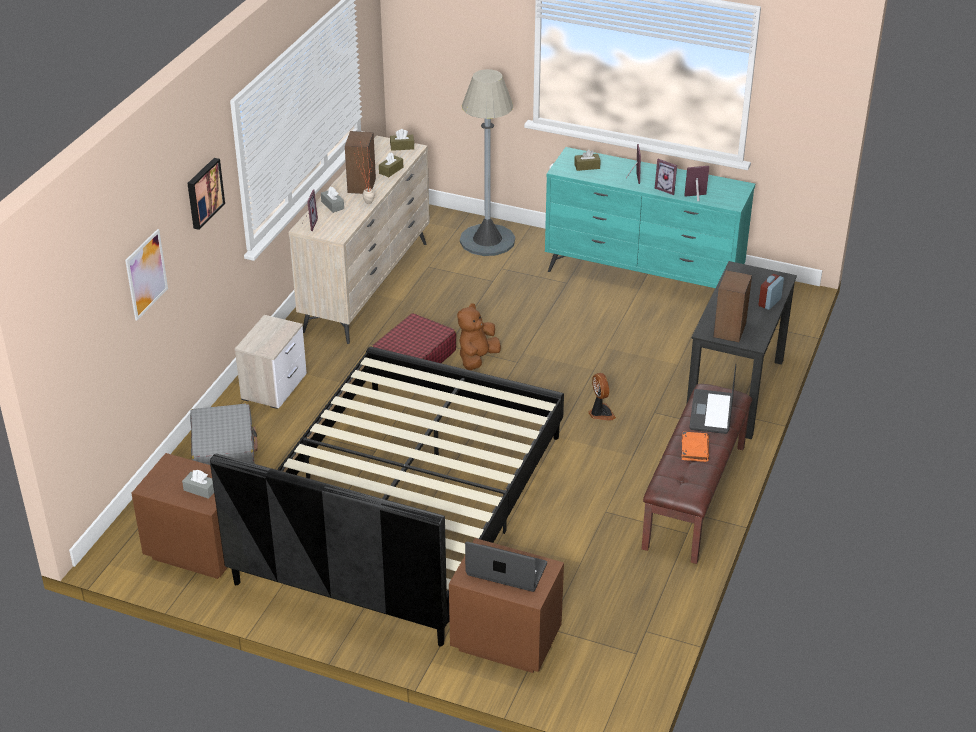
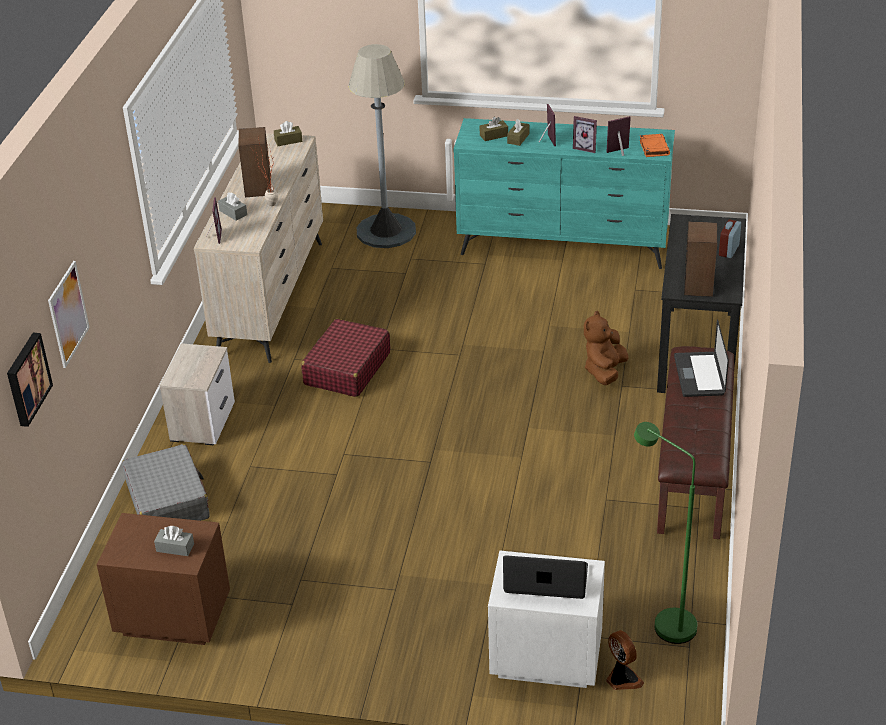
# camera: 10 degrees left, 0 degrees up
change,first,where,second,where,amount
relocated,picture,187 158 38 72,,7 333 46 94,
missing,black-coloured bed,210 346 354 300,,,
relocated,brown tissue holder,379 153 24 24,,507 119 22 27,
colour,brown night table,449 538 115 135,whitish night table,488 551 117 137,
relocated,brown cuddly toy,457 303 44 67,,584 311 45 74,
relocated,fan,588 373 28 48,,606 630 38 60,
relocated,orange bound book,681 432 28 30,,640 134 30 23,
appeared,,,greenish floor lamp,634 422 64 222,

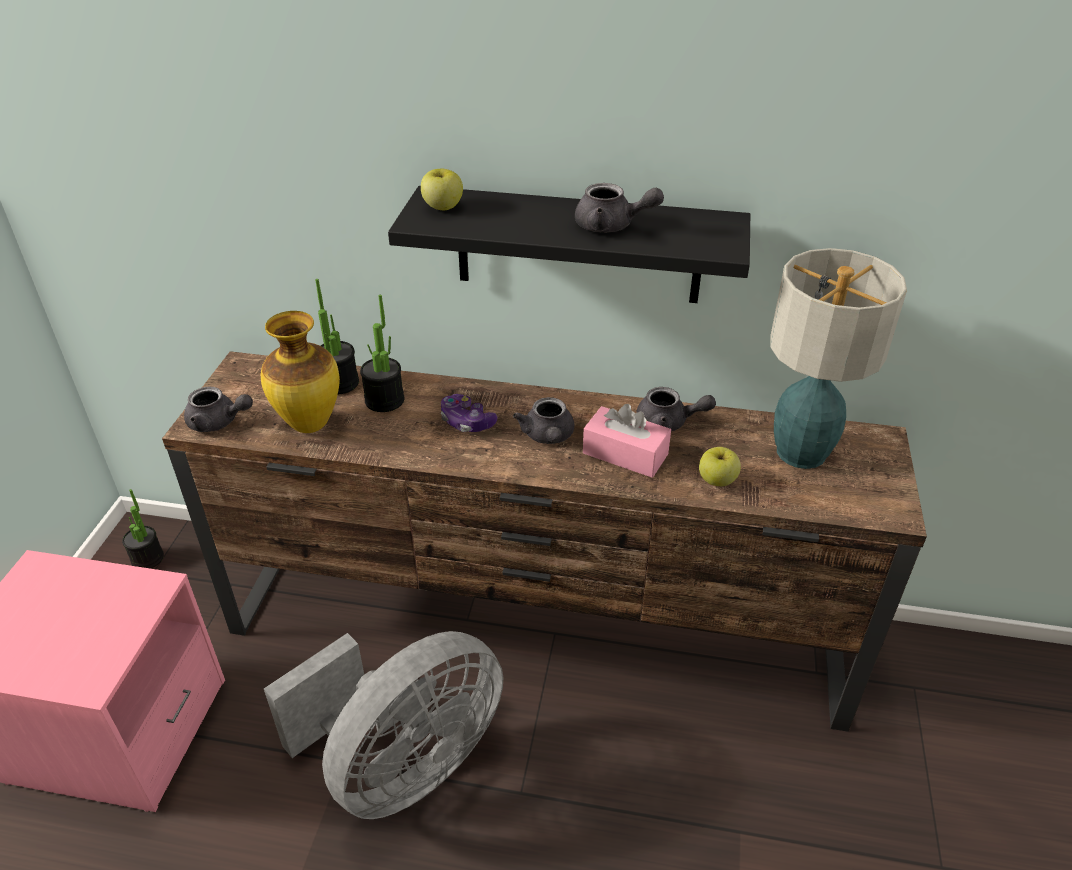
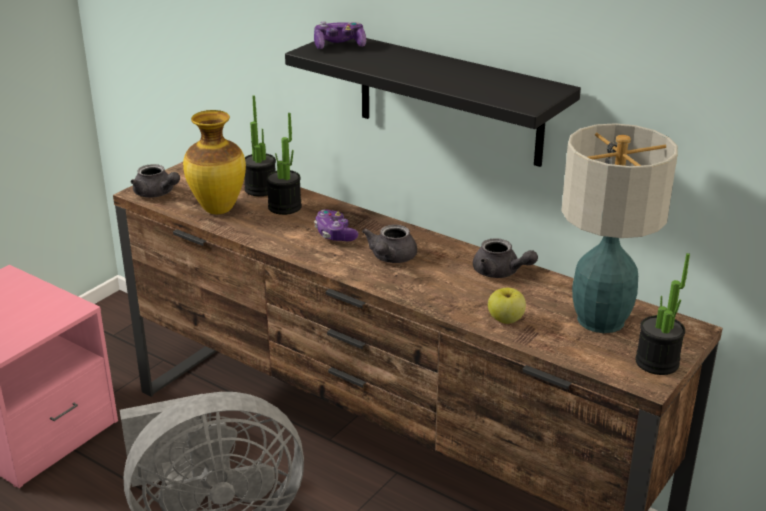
# camera: 25 degrees right, 10 degrees down
change,first,where,second,where,amount
relocated,houseplant,122 489 42 80,,635 253 55 122,
exchanged,whole apple,421 169 42 41,gamepad,314 21 52 28,
missing,greyish teapot,575 183 89 49,,,
missing,pinkish tissue holder,583 404 88 74,,,

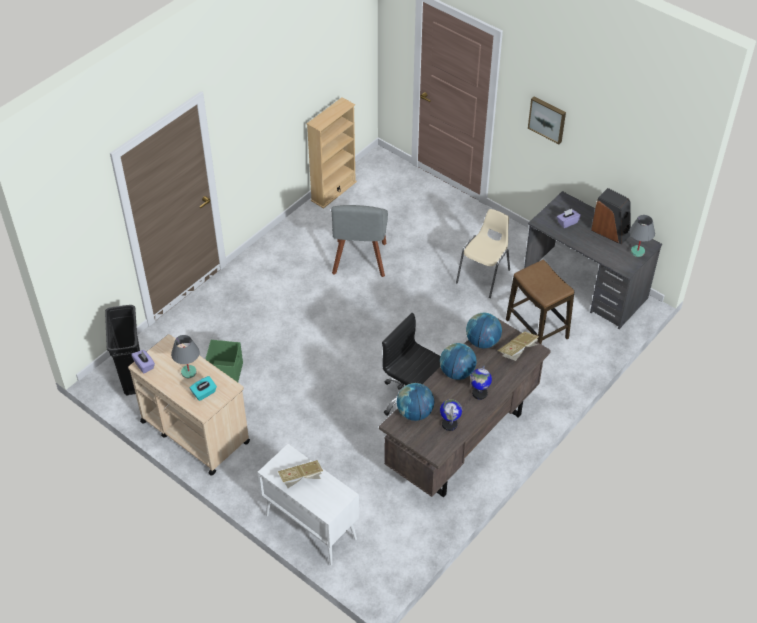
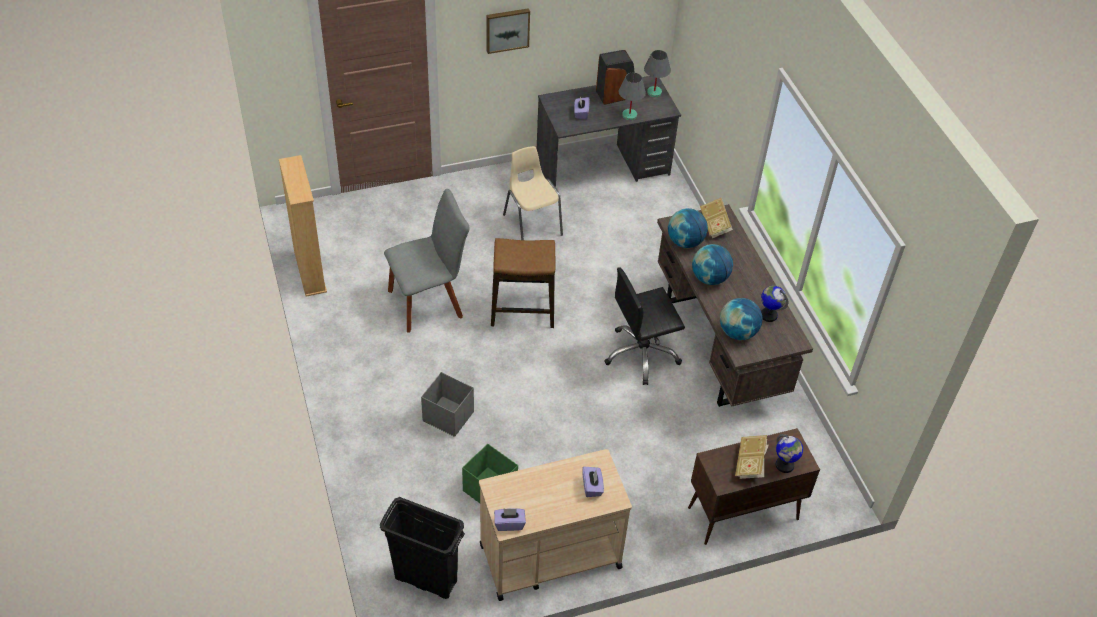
# camera: 60 degrees left, 0 degrees up
change,first,where,second,where,amount
relocated,greyish table lamp,171 335 28 43,,619 72 27 48,
colour,turquoise-coloured tissue holder,190 376 27 25,purple-coloured tissue holder,582 466 22 31,
colour,whitish storage cabinet,257 444 102 121,brown storage cabinet,688 428 132 117,
spun,greyish plain chair,331 205 57 72,,384 189 86 144,60 degrees counterclockwise
relocated,desk globe,470 365 22 35,,776 434 27 39,
relocated,stool,506 260 68 84,,491 238 64 90,
appeared,,,greyish storage container,421 372 53 65,

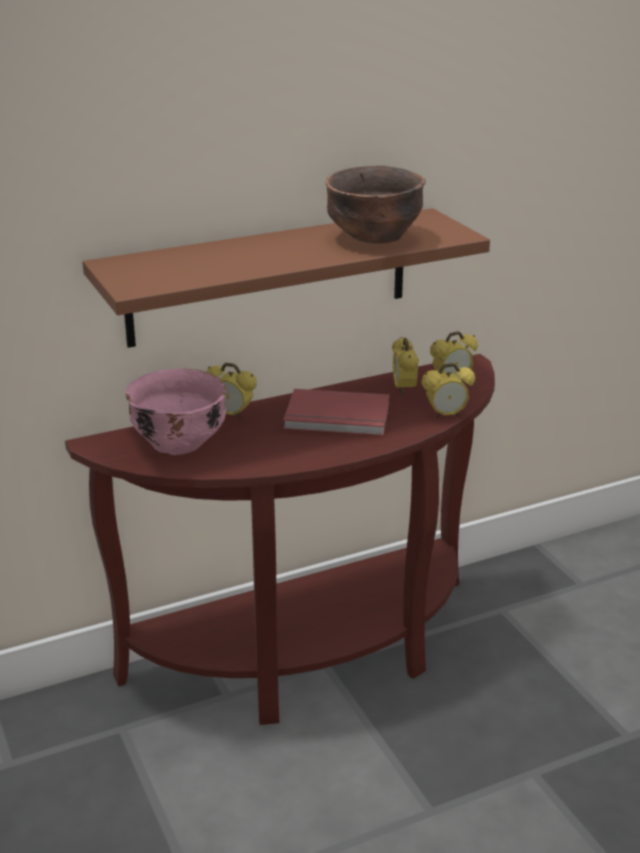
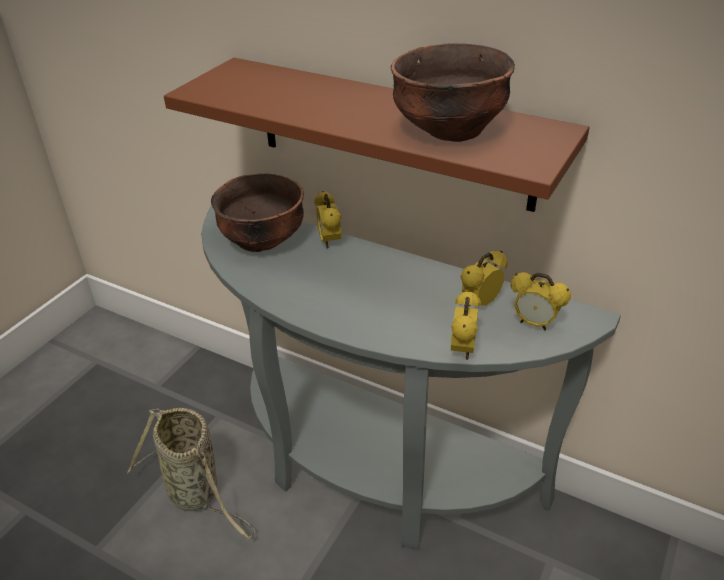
# camera: 55 degrees right, 10 degrees up
change,first,where,second,where,amount
colour,brown hall table,65 354 430 371,greyish hall table,201 206 420 344,
colour,pinkish serving bowl,126 368 101 87,brown serving bowl,211 173 93 79,
missing,red-coloured bound book,283 389 106 47,,,
spun,bedside clock,422 363 53 56,,451 290 30 70,120 degrees counterclockwise
appeared,,,basket,128 408 127 131,

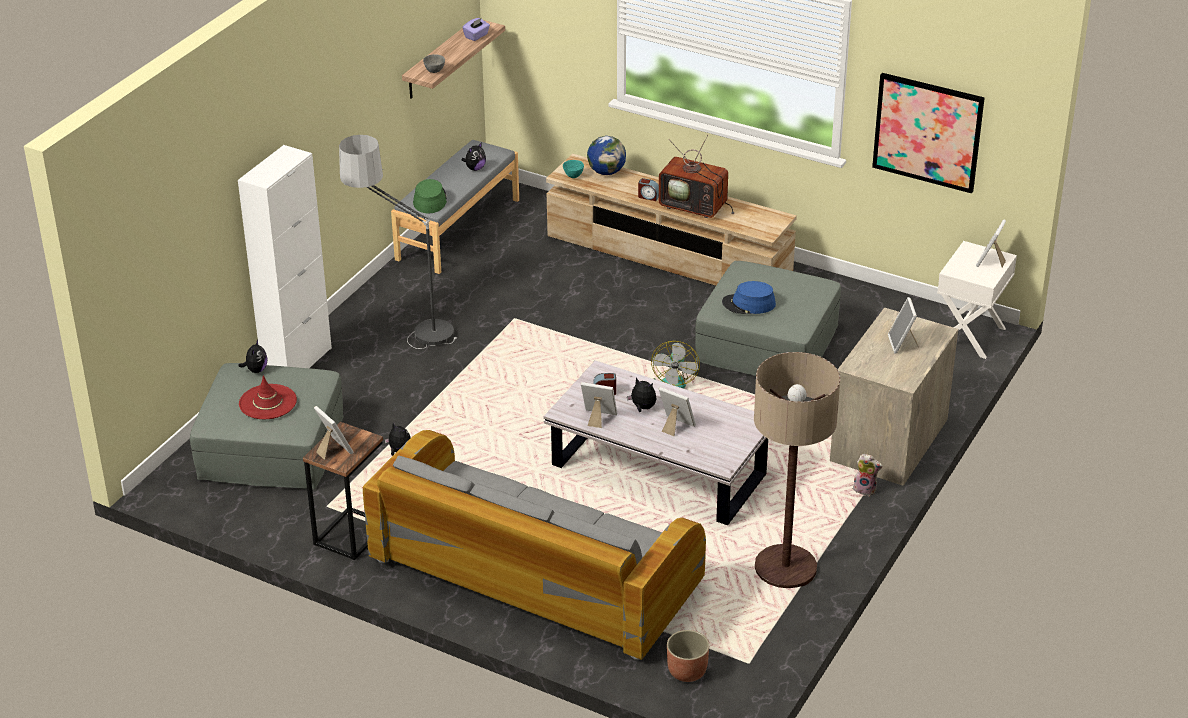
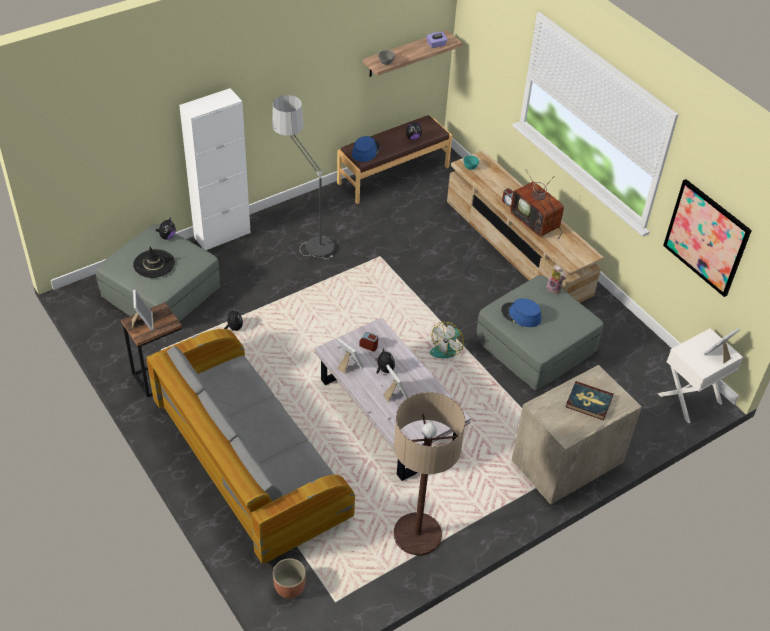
# camera: 25 degrees right, 10 degrees up
change,first,where,second,where,amount
colour,red-coloured wearable hat,239 375 58 44,black-coloured wearable hat,133 247 42 31,
colour,greyish bench,391 140 128 134,brown bench,337 115 115 89,
colour,greenish wearable hat,413 179 34 35,bluish wearable hat,352 136 28 26,
missing,desk globe,587 136 39 39,,,
relocated,cuddly toy,853 454 30 42,,547 265 19 29,
exchanged,standing frame,888 297 30 57,bound book,566 381 47 39,

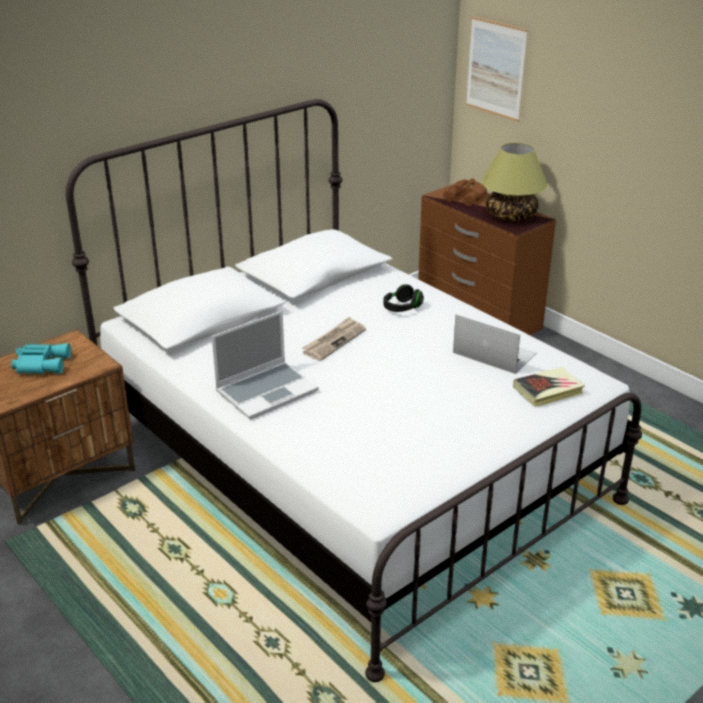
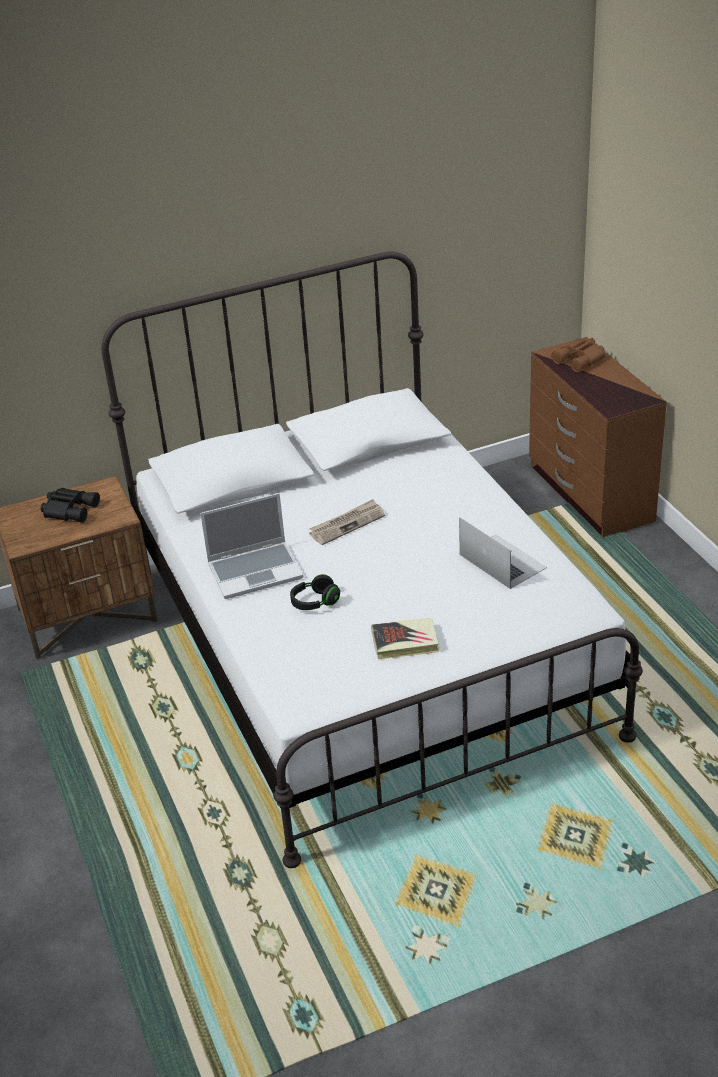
# camera: 20 degrees right, 5 degrees up
change,first,where,second,where,amount
colour,turquoise-coloured binoculars,11 343 60 31,black-coloured binoculars,41 488 59 35,
relocated,black-coloured headphones,383 284 41 28,,290 574 50 36,
missing,picture,466 17 62 105,,,
missing,table lamp,481 143 66 78,,,
relocated,bound book,513 367 72 40,,371 618 68 41,

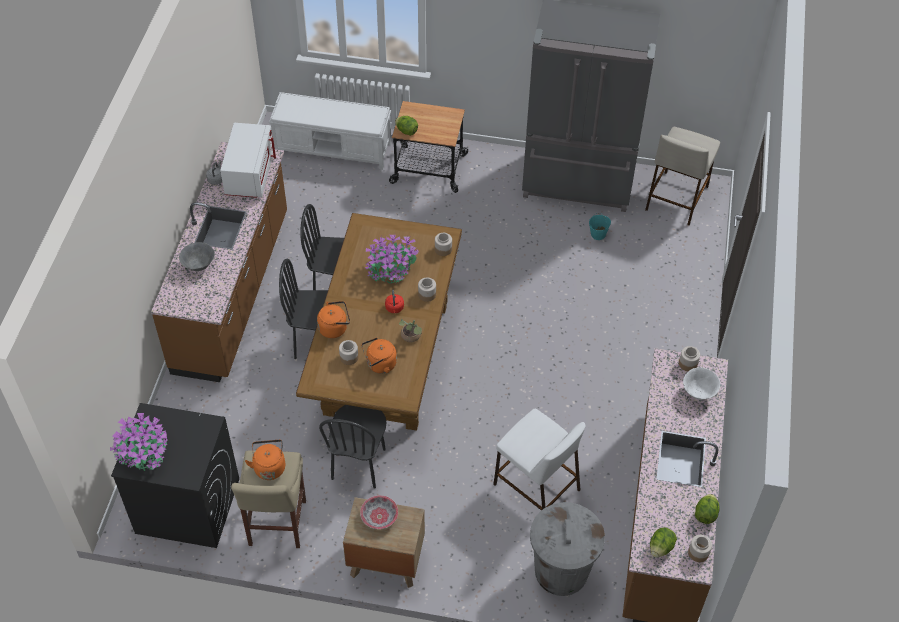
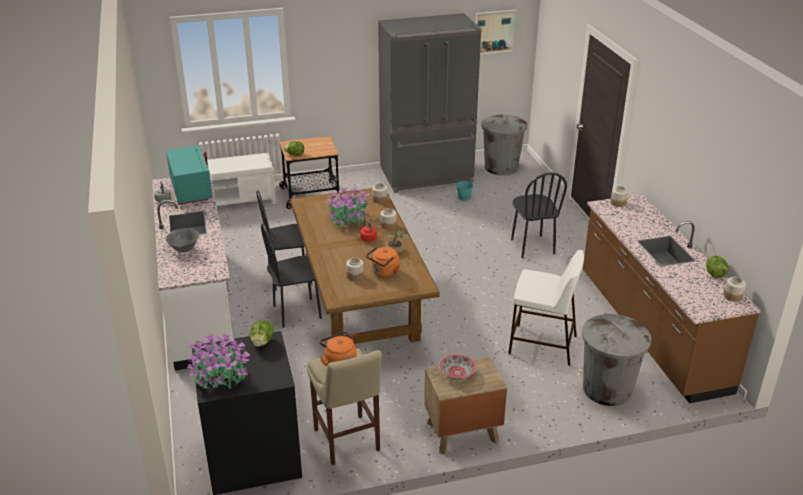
# camera: 25 degrees left, 20 degrees down
change,first,where,second,where,amount
colour,brown kitchen counter,151 142 136 240,whitish kitchen counter,152 173 81 198,
colour,whitish kitchen microwave,220 123 56 75,turquoise-coloured kitchen microwave,166 145 47 60,
missing,orange water kettle,317 301 33 37,,,
relocated,black-coloured plain chair,319 405 68 84,,511 172 56 86,
exchanged,beige-coloured stool,645 127 75 98,greyish trash can,481 114 46 61,
relocated,head of lettuce,650 527 27 31,,250 320 24 27,
missing,whitish serving bowl,683 367 37 33,,,
appeared,,,picture,476 10 41 45,

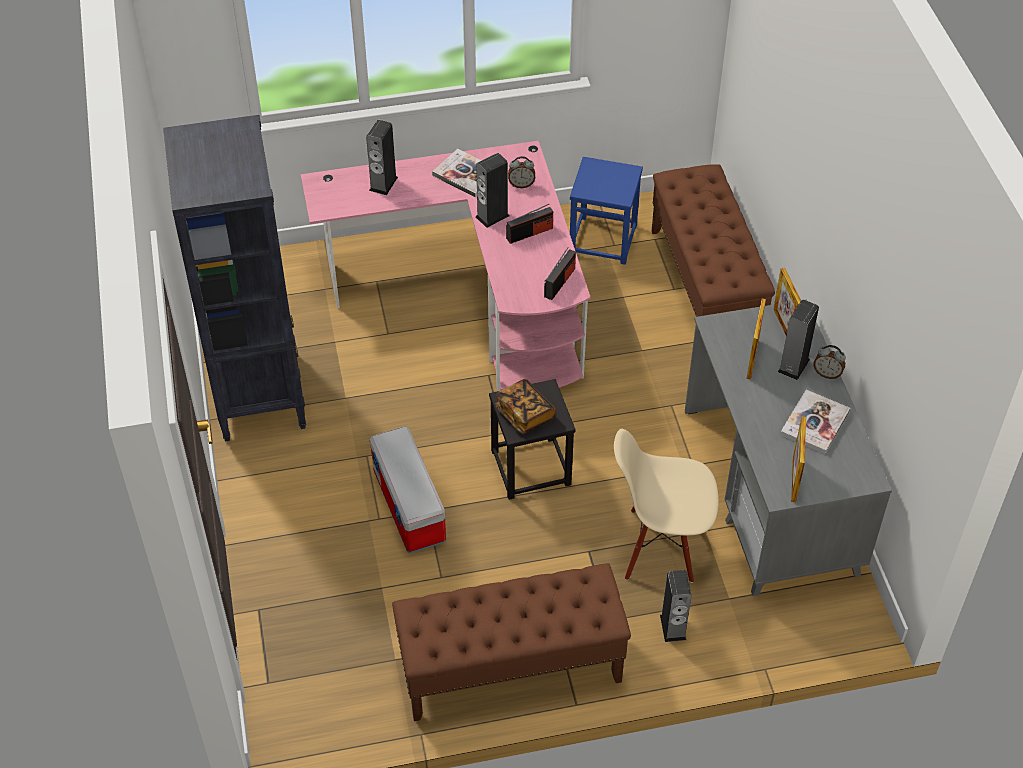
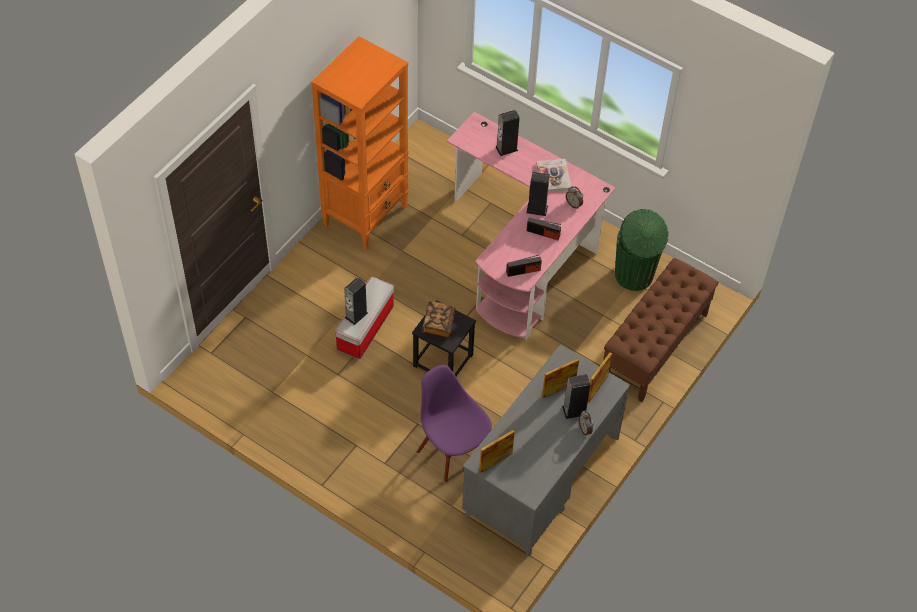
# camera: 45 degrees right, 5 degrees up
change,first,where,second,where,amount
colour,black-coloured bookcase,163 115 143 326,orange bookcase,311 36 98 214,
missing,brown bench,392 563 239 158,,,
exchanged,bluish stool,570 157 73 108,greenish trash can,615 209 54 82,
colour,beige-coloured plain chair,614 429 105 154,purple-coloured plain chair,417 365 75 118,
relocated,speaker,660 570 31 72,,344 277 24 48,
missing,bound book,780 390 70 64,,,

